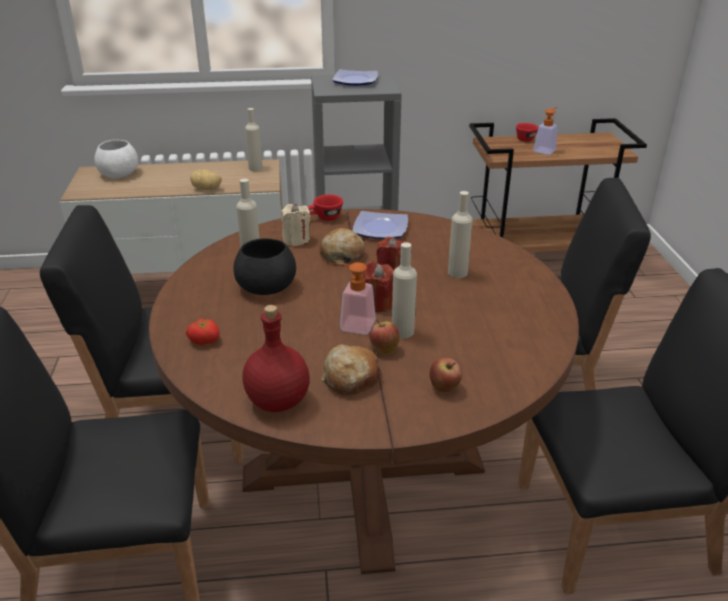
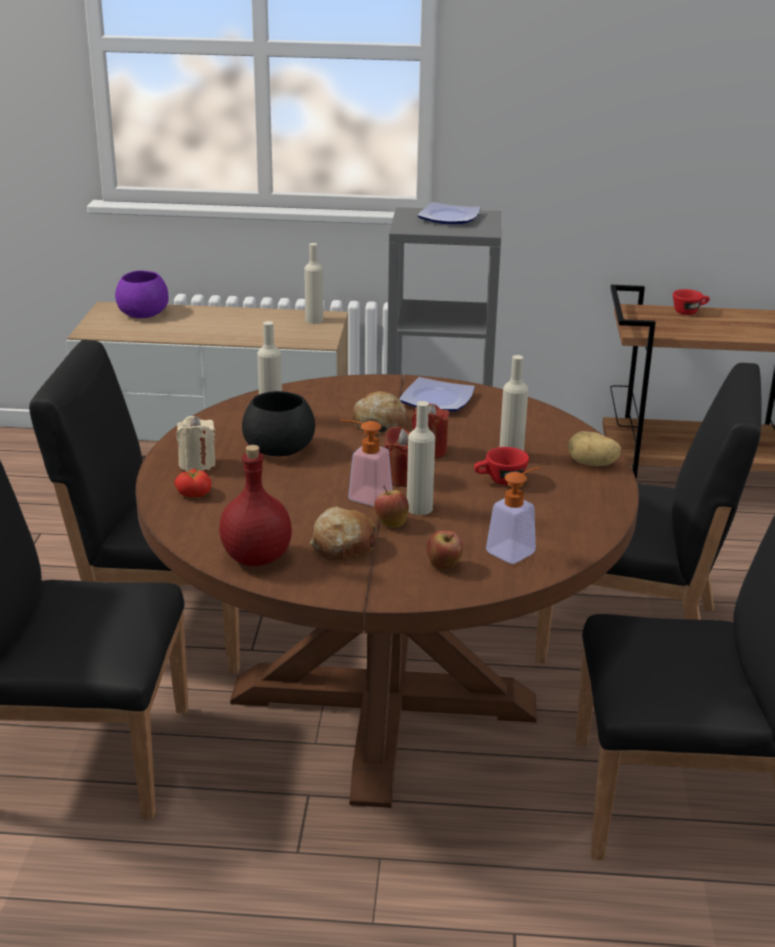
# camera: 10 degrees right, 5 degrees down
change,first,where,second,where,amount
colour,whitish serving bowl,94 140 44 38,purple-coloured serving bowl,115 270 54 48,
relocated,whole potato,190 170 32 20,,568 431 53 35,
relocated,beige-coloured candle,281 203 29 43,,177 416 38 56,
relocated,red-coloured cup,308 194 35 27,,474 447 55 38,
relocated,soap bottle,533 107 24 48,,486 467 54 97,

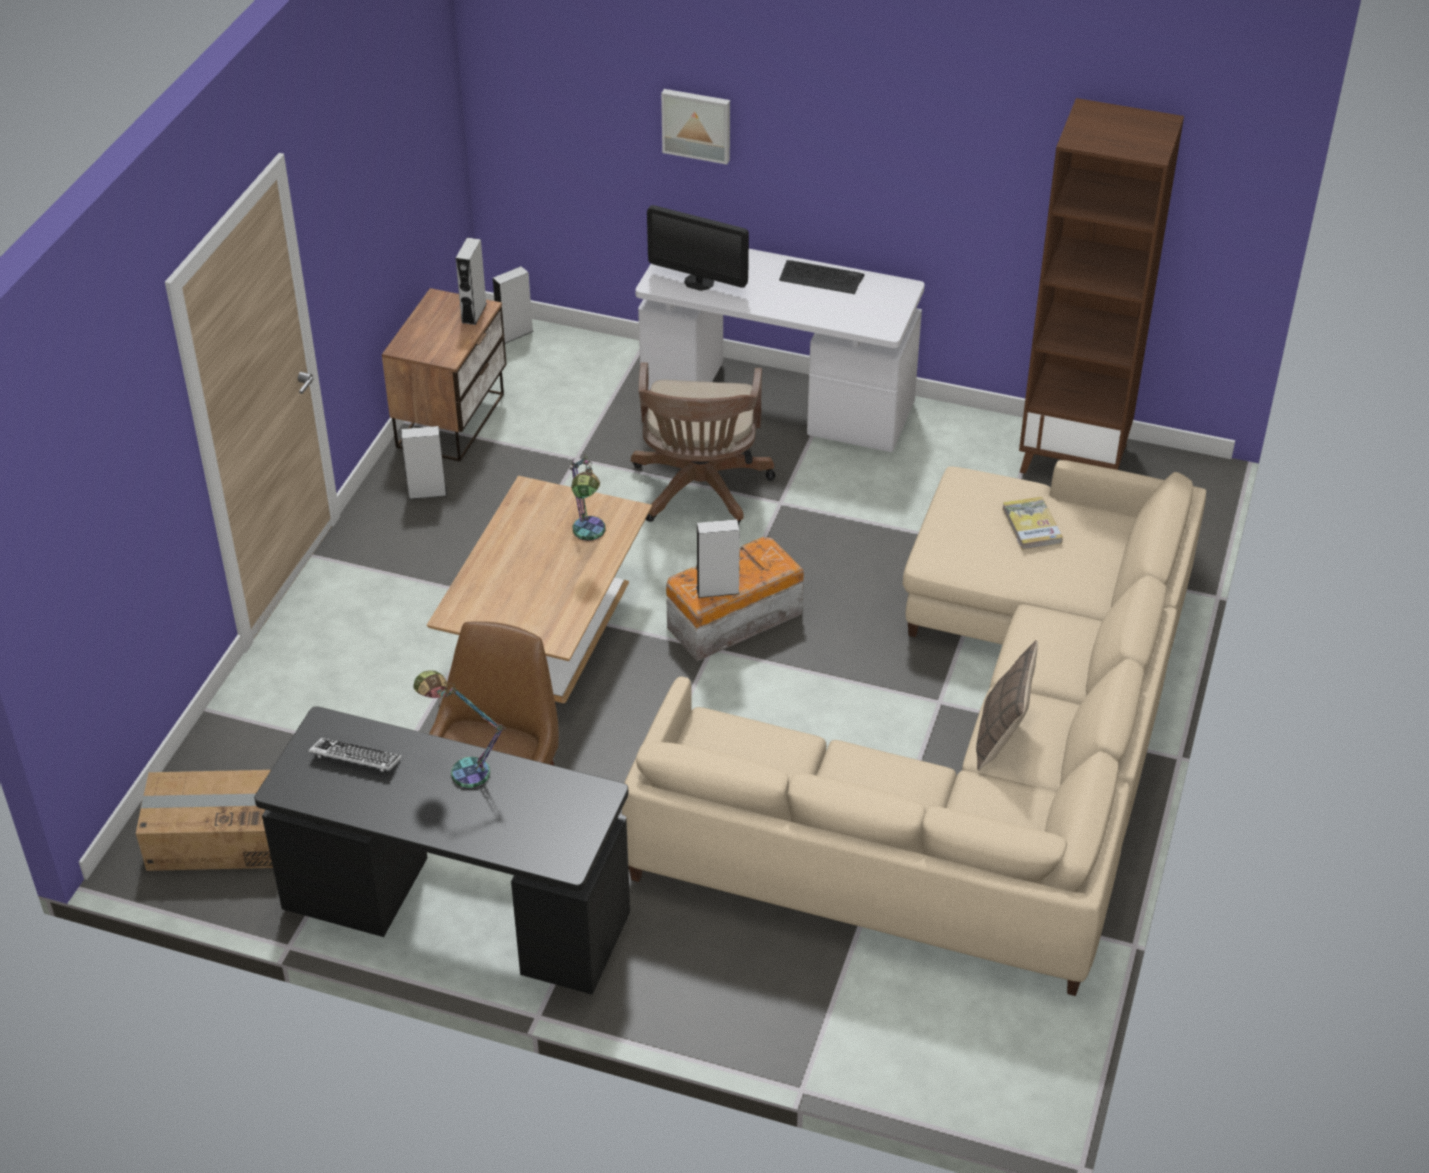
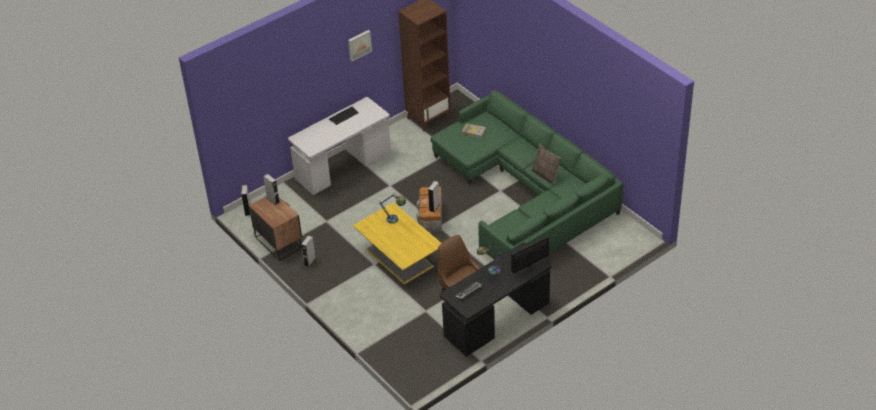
# camera: 55 degrees left, 0 degrees up
change,first,where,second,where,amount
missing,cardboard box,136 770 137 101,,,
colour,brown coffee table,427 476 225 227,yellow-coloured coffee table,353 202 88 82,
colour,beige-coloured settee,622 460 584 536,greenish settee,430 90 193 170,
missing,brown computer chair,631 362 145 162,,,
relocated,computer screen,647 205 102 86,,511 236 38 37,
relocated,picture,661 89 69 76,,348 30 24 31,

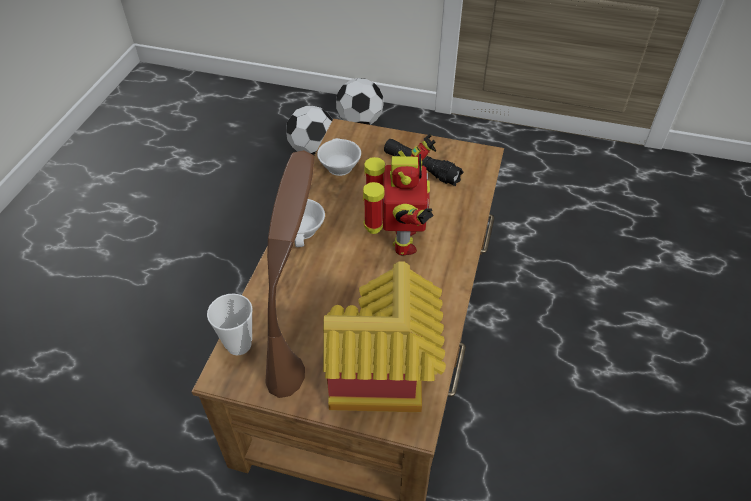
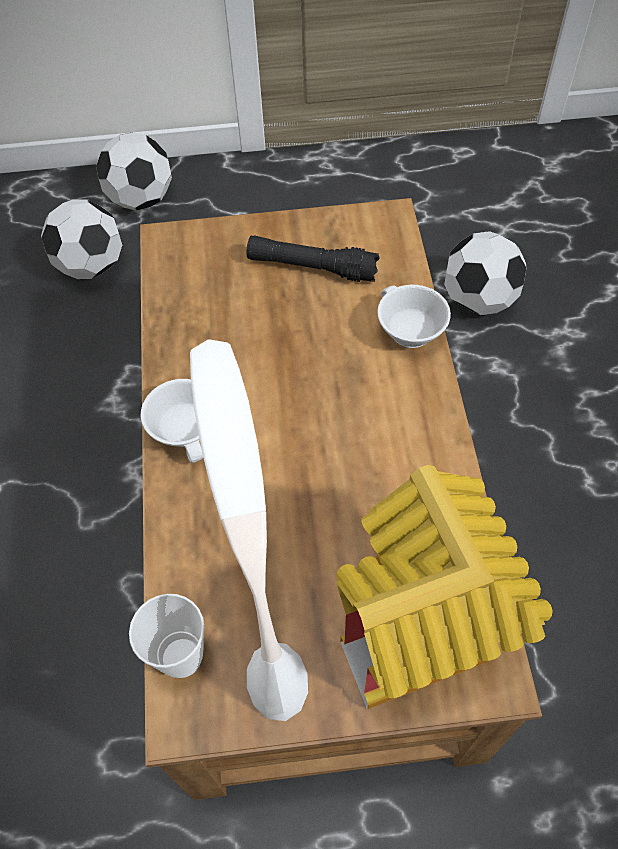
# camera: 20 degrees left, 10 degrees up
change,first,where,second,where,amount
colour,brown table lamp,265 150 49 248,whitish table lamp,190 339 118 382,
relocated,whitish cup,317 138 44 38,,377 285 74 63,
missing,robot figure,363 134 73 122,,,
appeared,,,football ball,444 231 83 84,

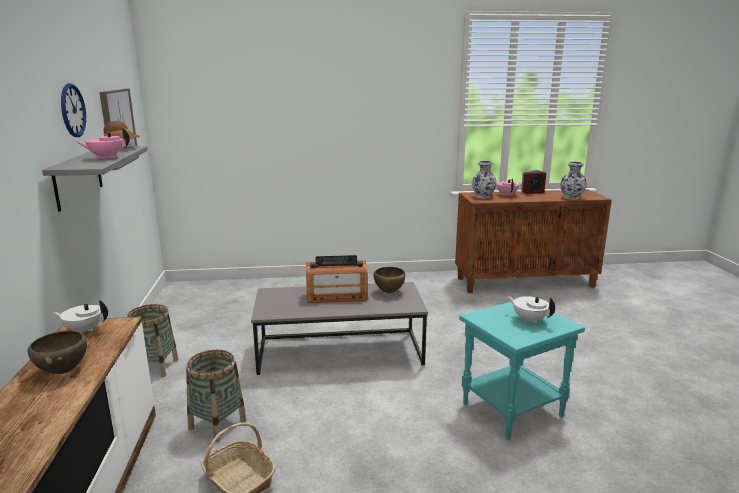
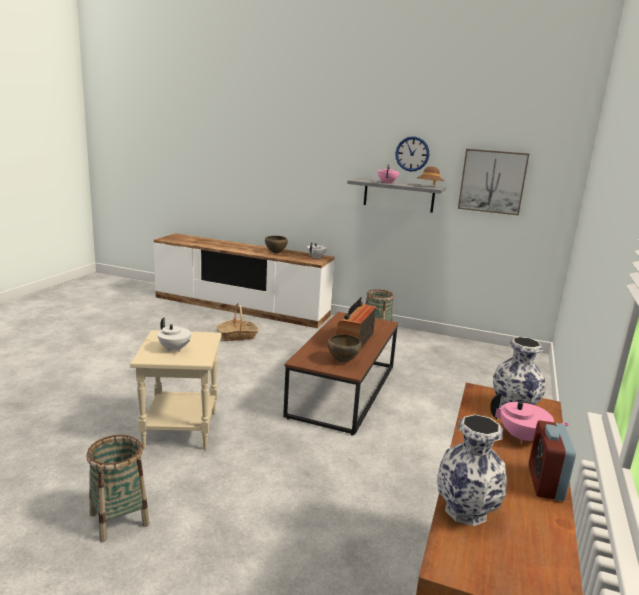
# camera: 115 degrees right, 0 degrees up
change,first,where,second,where,amount
relocated,basket,186 350 60 92,,86 435 63 107,
colour,greyish coffee table,251 282 177 93,brown coffee table,283 312 115 124,
colour,turquoise-coloured side table,459 302 126 138,beige-coloured side table,130 330 92 120,
spun,whitish teapot,507 296 48 27,,157 317 34 35,60 degrees clockwise

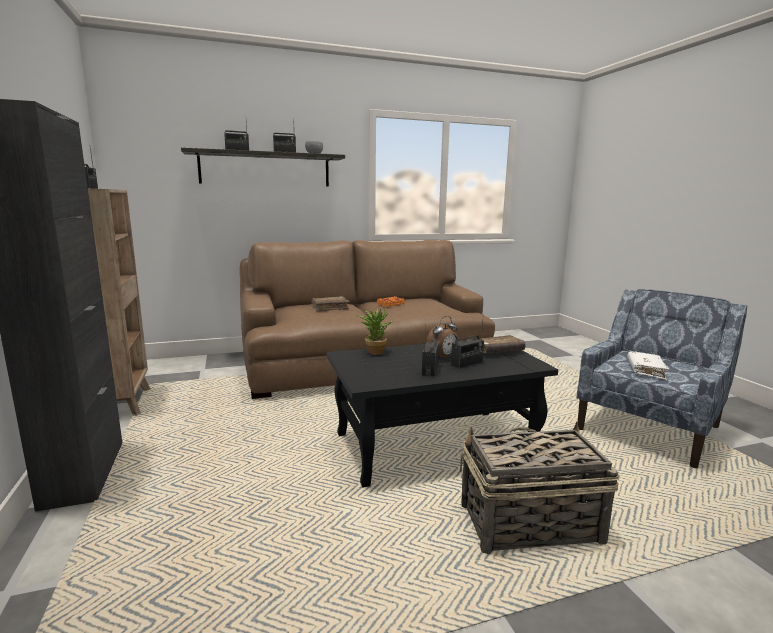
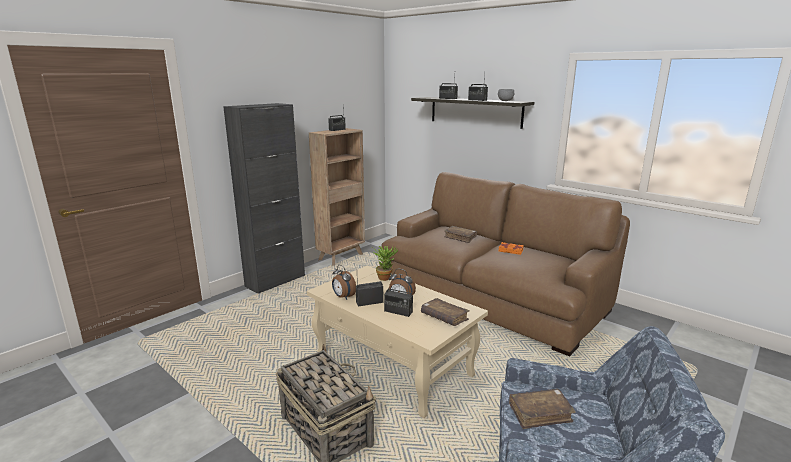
# camera: 60 degrees right, 5 degrees up
change,first,where,second,where,amount
colour,black-coloured coffee table,327 340 231 148,beige-coloured coffee table,306 266 182 152,
colour,whitish bound book,627 351 42 29,brown bound book,509 389 67 40,
appeared,,,bedside clock,332 265 24 35,

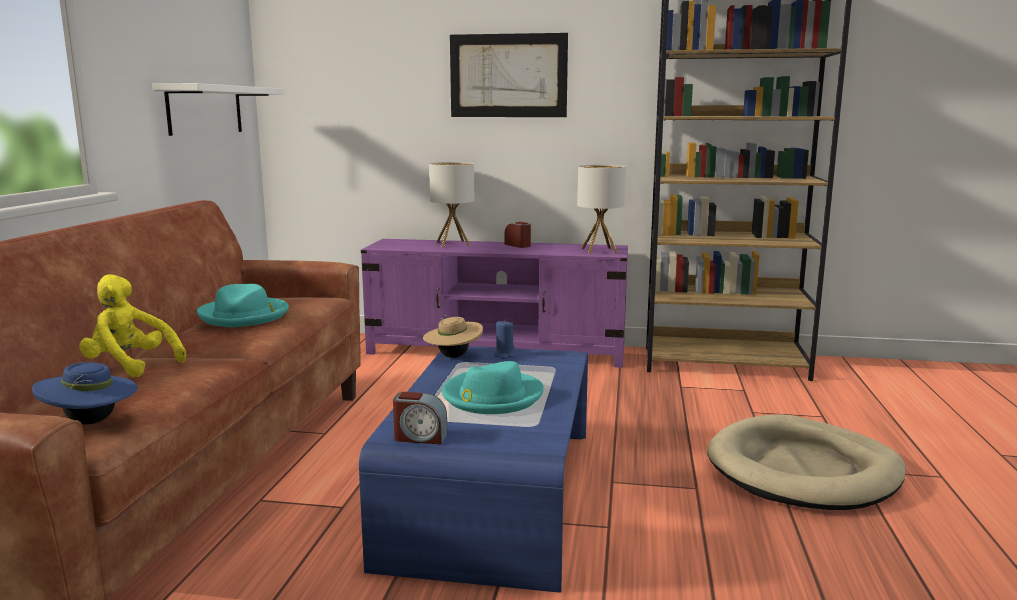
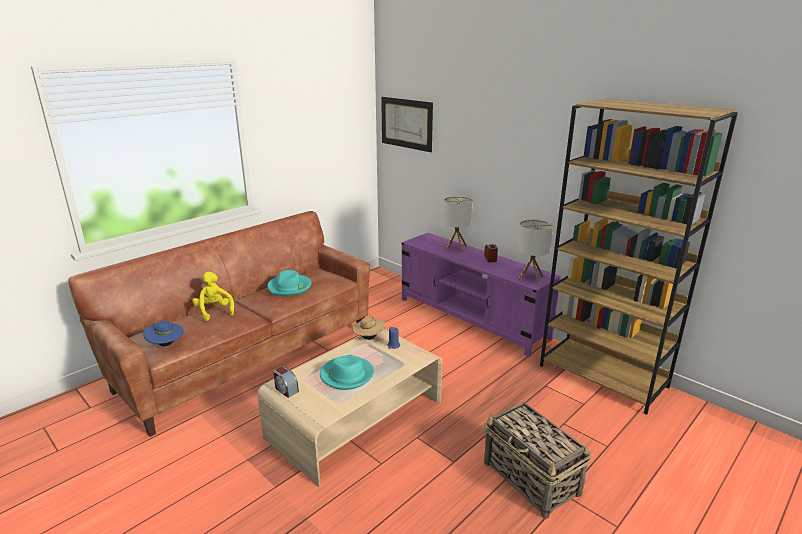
# camera: 35 degrees right, 10 degrees up
change,first,where,second,where,amount
missing,whitish bracket shelf,152 83 131 53,,,
colour,bluish coffee table,359 346 229 247,beige-coloured coffee table,257 329 185 158,
relocated,picture,450 33 118 84,,381 97 52 55,
exchanged,beige-coloured dog bed,707 414 199 96,basket,484 402 107 117,

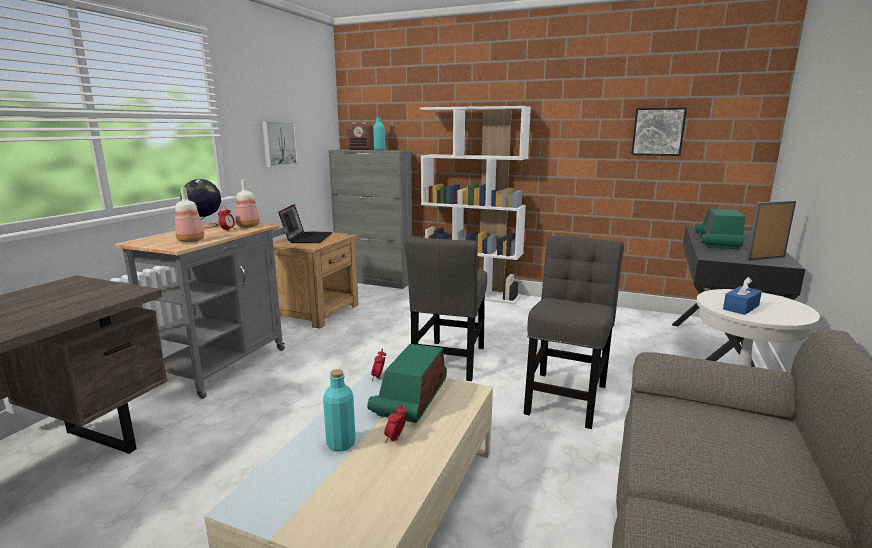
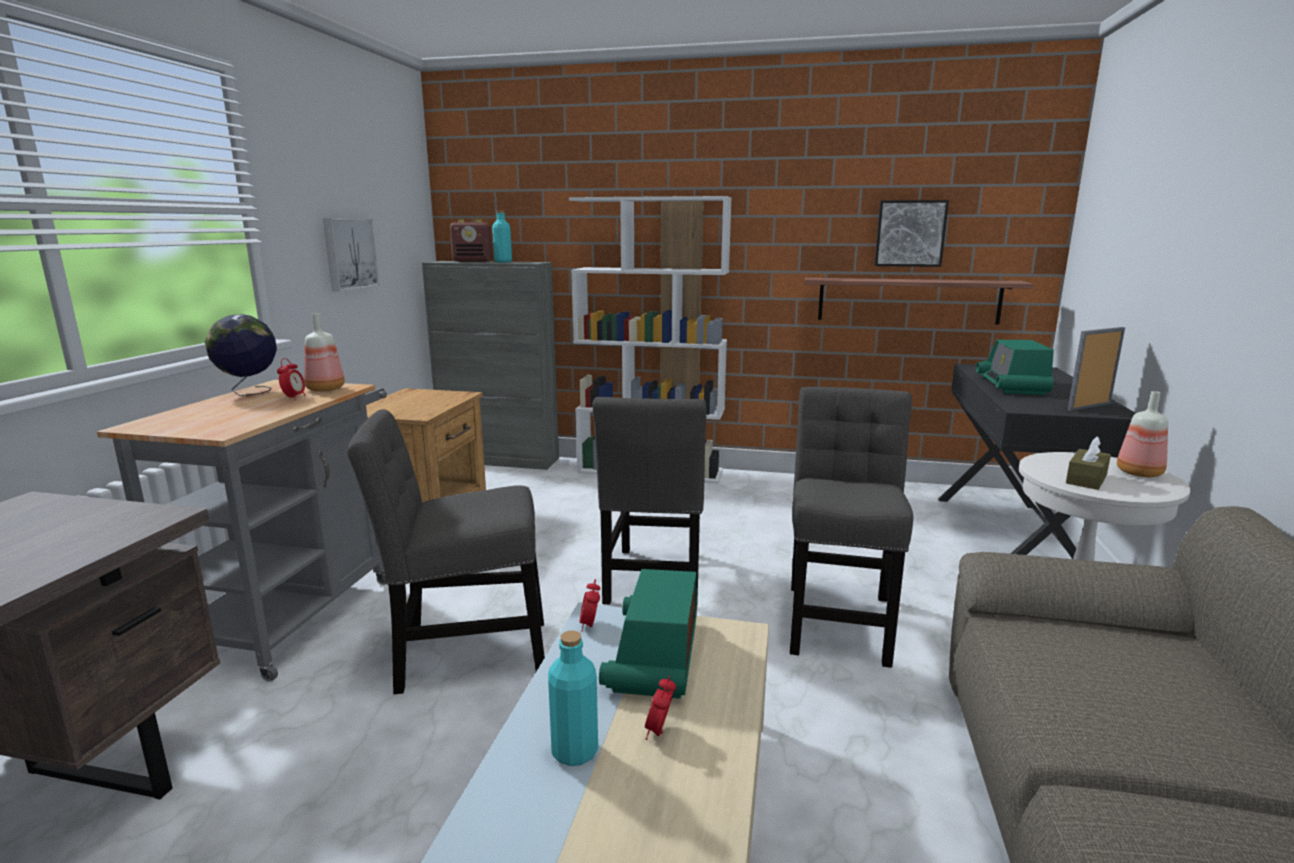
# camera: 10 degrees left, 0 degrees up
change,first,where,second,where,amount
relocated,beverage bottle,175 187 29 55,,1117 391 51 86,
missing,notebook computer,278 204 54 39,,,
colour,bluish tissue holder,723 277 39 38,brown tissue holder,1066 436 45 54,
appeared,,,greyish plain chair,347 409 198 285,
appeared,,,bracket shelf,805 278 229 47,

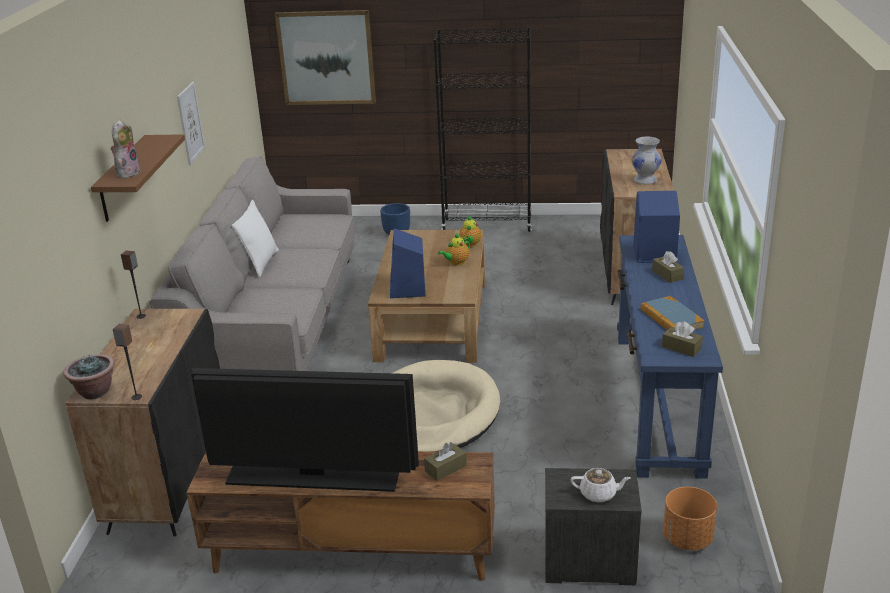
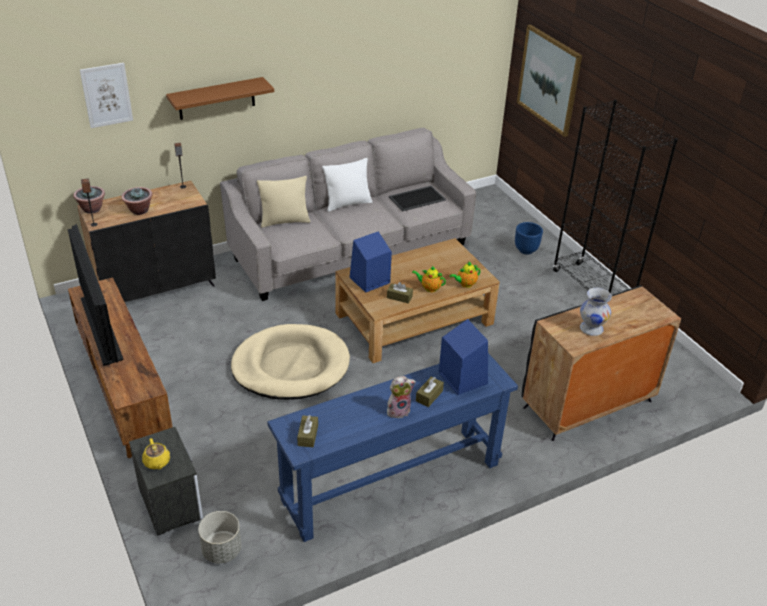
# camera: 55 degrees right, 10 degrees up
change,first,where,second,where,amount
relocated,cuddly toy,111 119 30 60,,387 376 29 42,
relocated,picture,177 82 28 83,,80 63 53 65,
relocated,brown tissue holder,424 442 43 39,,387 282 26 21,
colour,whitish teapot,571 468 60 34,yellow-coloured teapot,142 438 28 31,
missing,bound book,641 296 63 34,,,
colour,orange flower pot,663 487 54 63,greyish flower pot,198 511 43 52,
appeared,,,houseplant,121 187 31 28,
appeared,,,beige-coloured throw pillow,257 176 53 52,
appeared,,,serving tray,389 186 57 25,

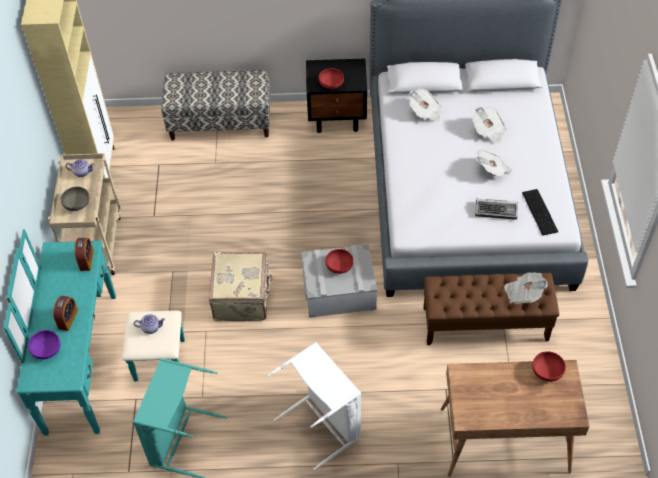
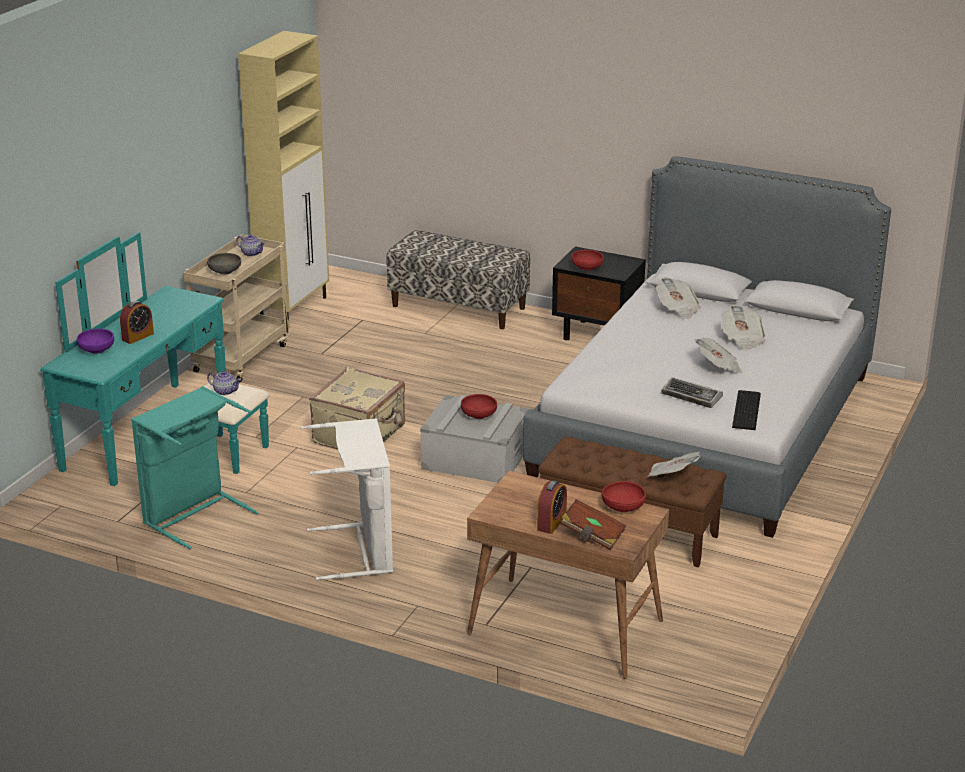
# camera: 25 degrees right, 25 degrees down
change,first,where,second,where,amount
relocated,bedside clock,75 238 19 33,,537 480 30 54,
appeared,,,brown bound book,560 499 66 51,

